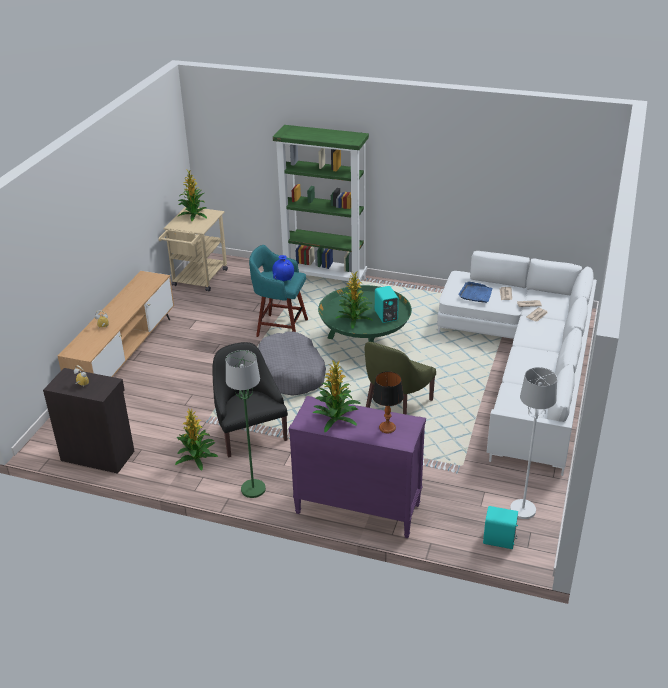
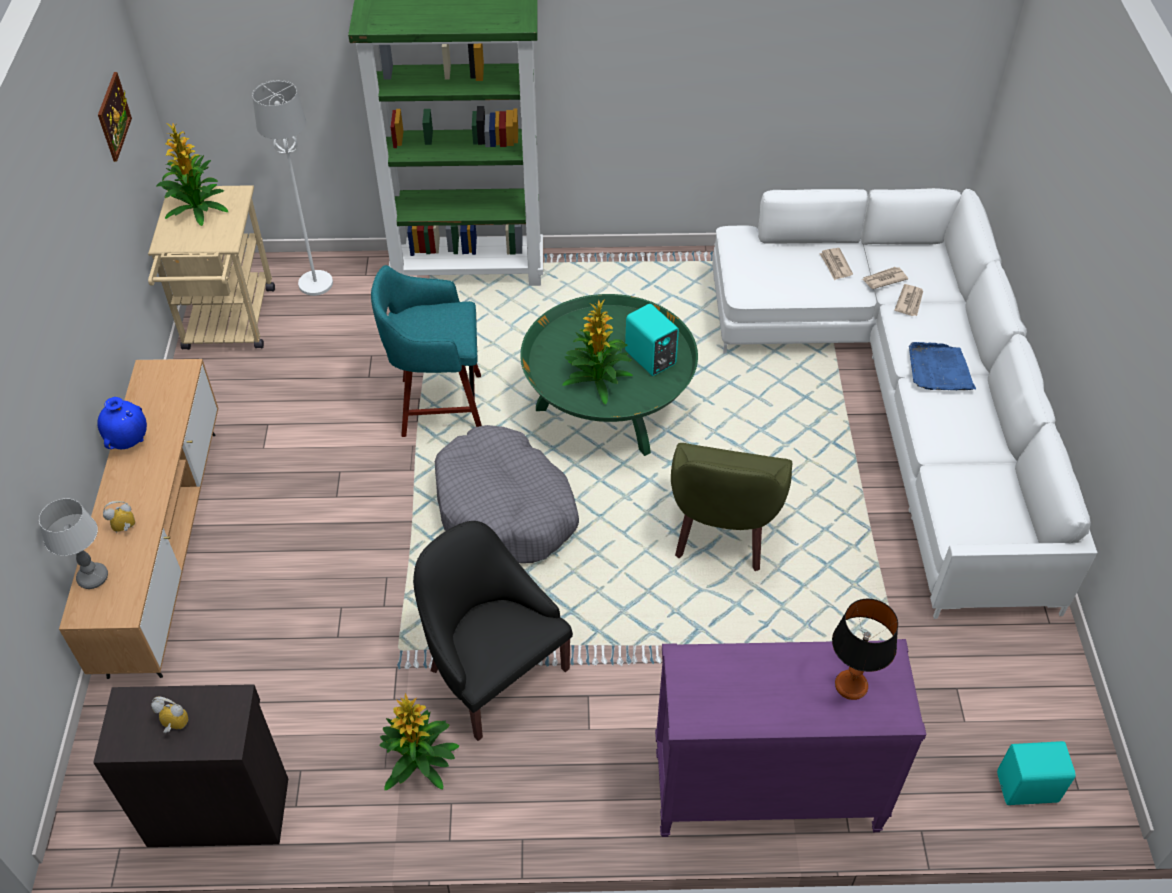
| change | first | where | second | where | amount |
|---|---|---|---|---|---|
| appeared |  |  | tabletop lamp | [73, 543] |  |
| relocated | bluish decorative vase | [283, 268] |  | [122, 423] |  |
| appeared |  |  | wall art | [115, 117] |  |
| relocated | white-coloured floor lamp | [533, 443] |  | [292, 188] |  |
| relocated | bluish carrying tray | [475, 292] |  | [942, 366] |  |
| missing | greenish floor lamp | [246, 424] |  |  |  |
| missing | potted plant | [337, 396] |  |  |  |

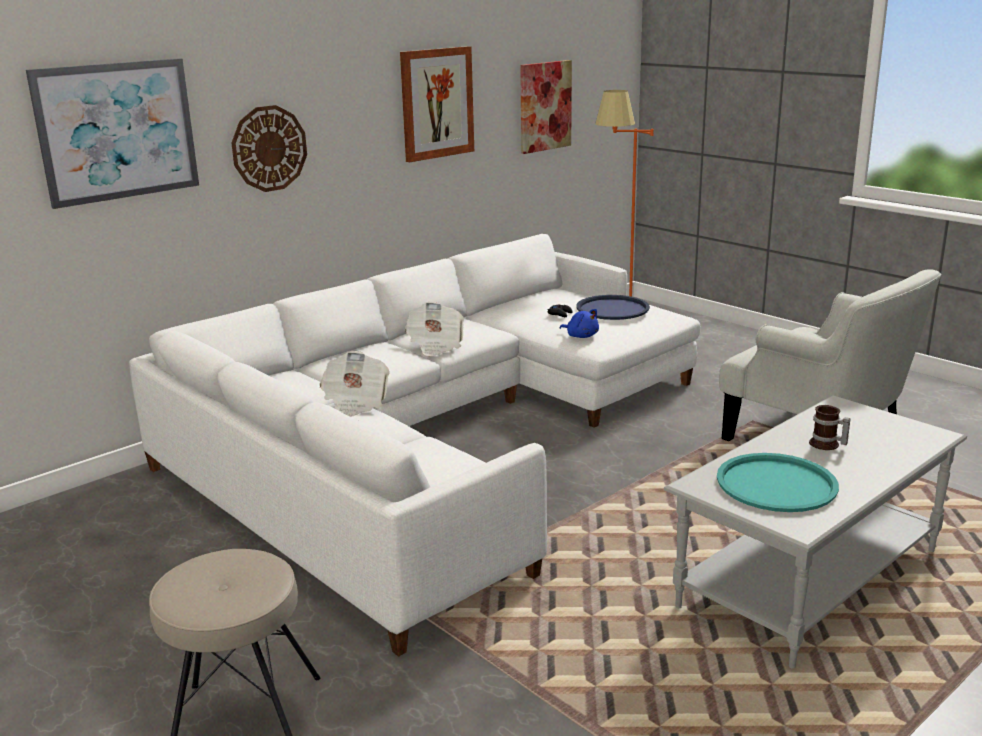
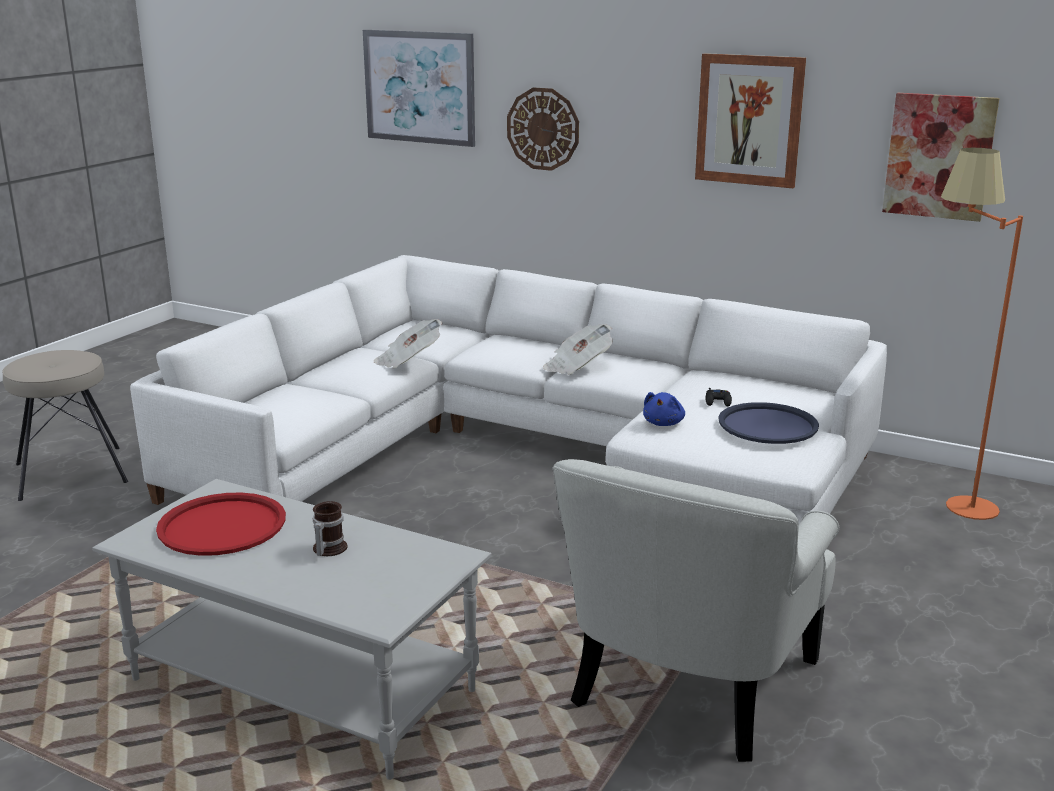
| change | first | where | second | where | amount |
|---|---|---|---|---|---|
| colour | turquoise carrying tray | [778, 482] | red-coloured carrying tray | [221, 524] |  |

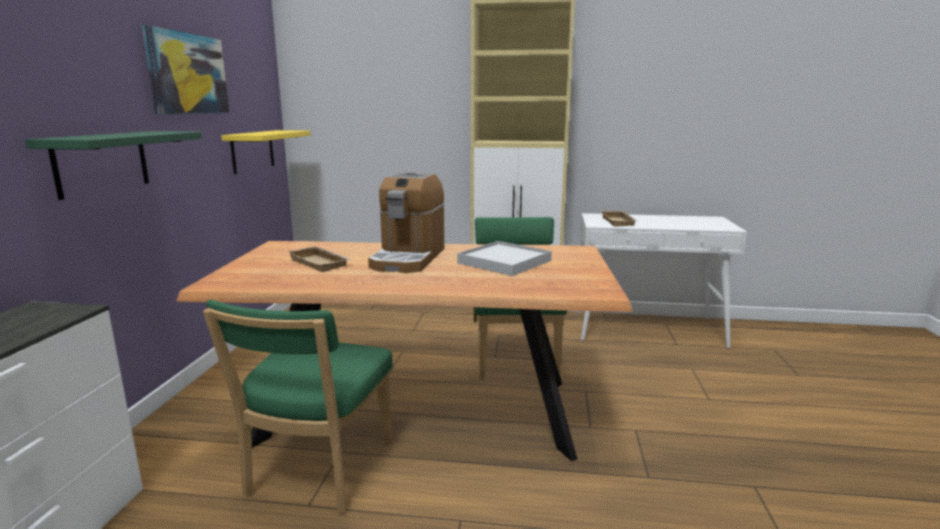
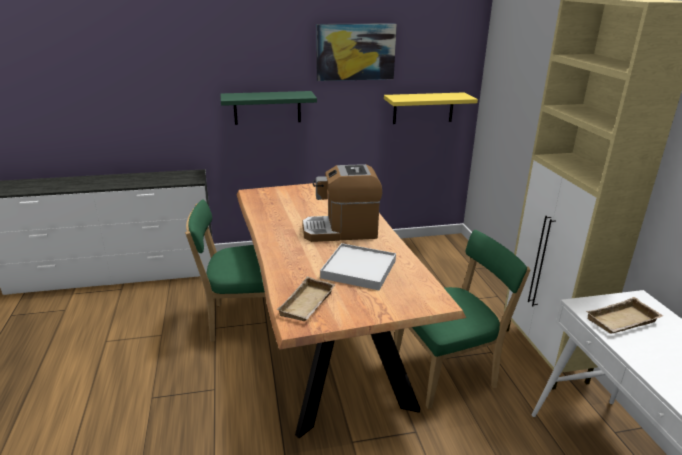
| change | first | where | second | where | amount |
|---|---|---|---|---|---|
| relocated | beige carrying tray | [319, 259] |  | [306, 298] |  |

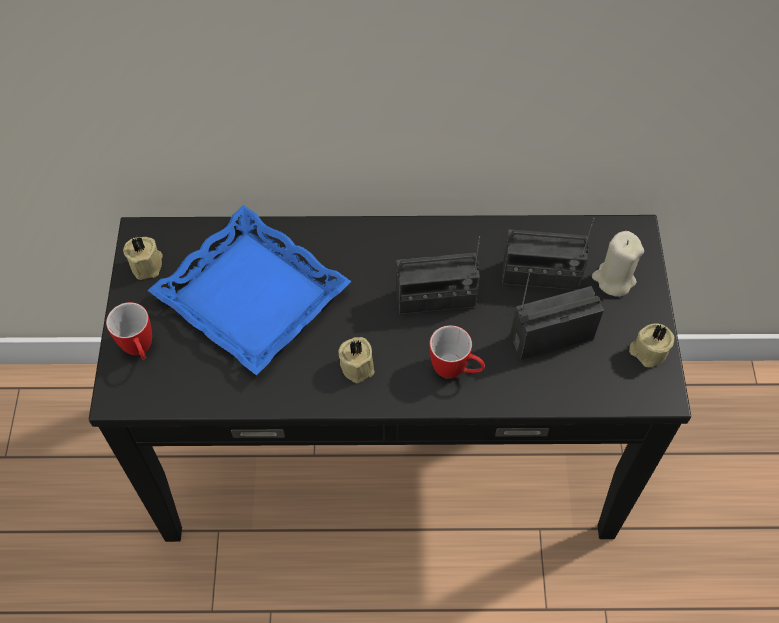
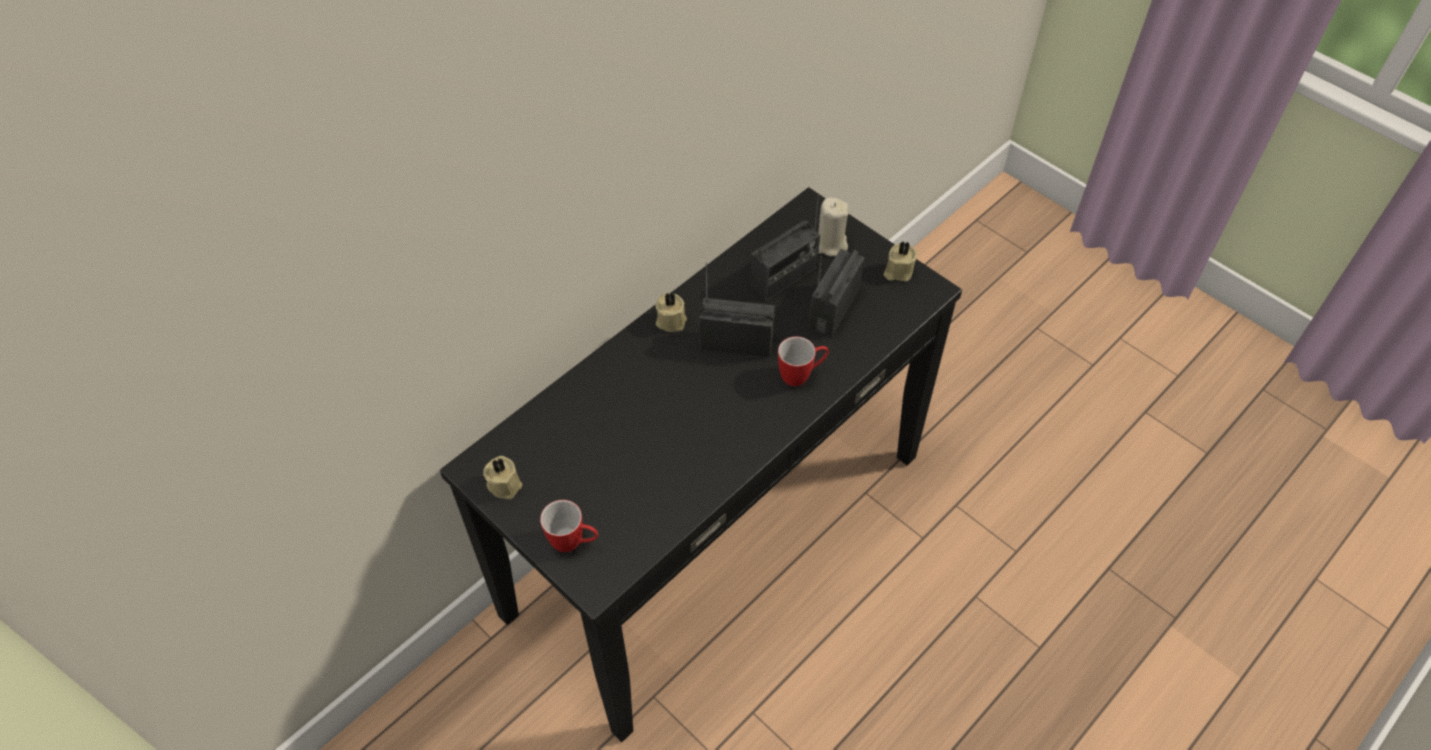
| change | first | where | second | where | amount |
|---|---|---|---|---|---|
| relocated | beige wax light | [356, 360] |  | [671, 312] |  |
| spun | radio receiver | [438, 275] |  | [737, 310] | 120 degrees counterclockwise |
| missing | bluish carrying tray | [249, 290] |  |  |  |

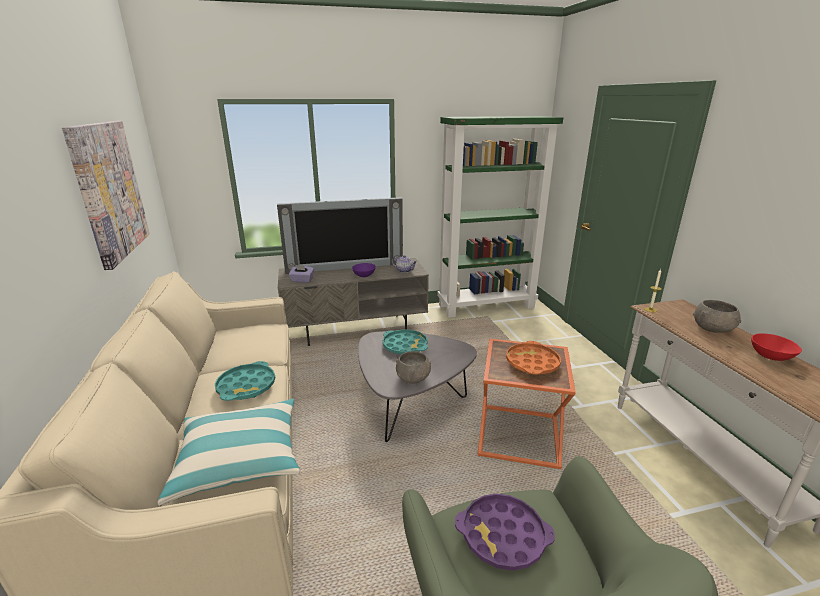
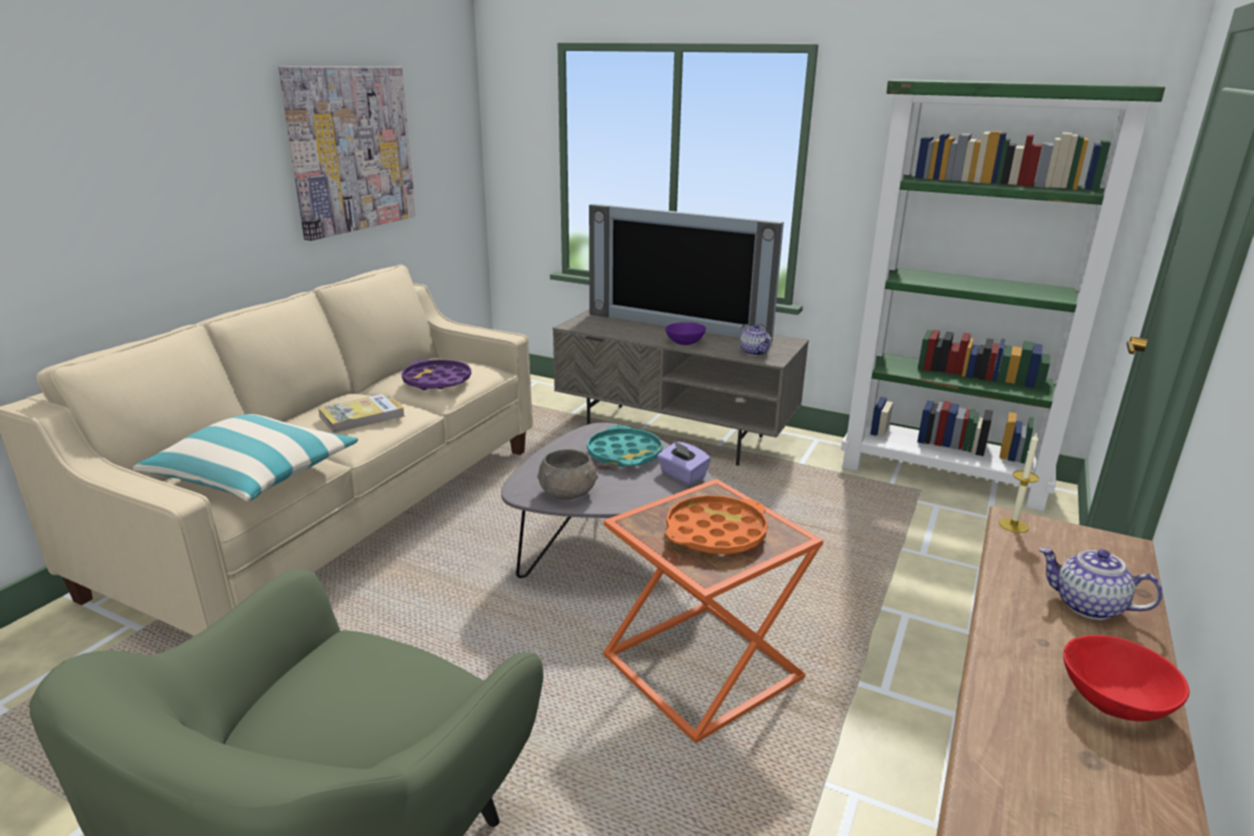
| change | first | where | second | where | amount |
|---|---|---|---|---|---|
| exchanged | turquoise carrying tray | [245, 381] | volume | [361, 413] |  |
| relocated | purplish carrying tray | [505, 532] |  | [436, 374] |  |
| relocated | purplish box of tissues | [301, 274] |  | [684, 463] |  |
| exchanged | grey bowl | [717, 316] | tea pot | [1101, 583] |  |

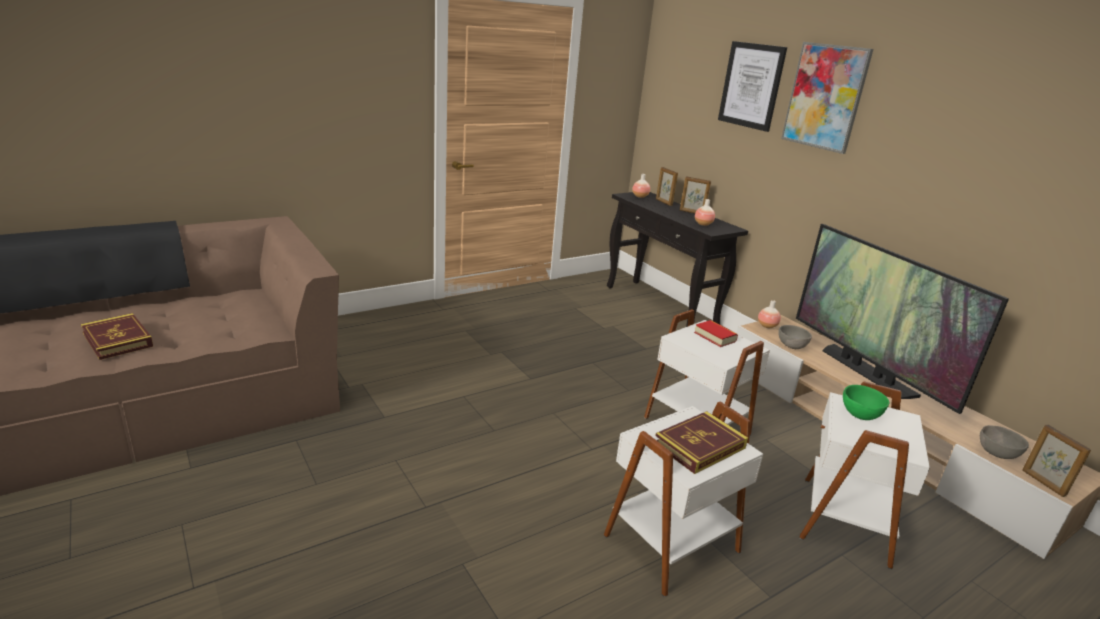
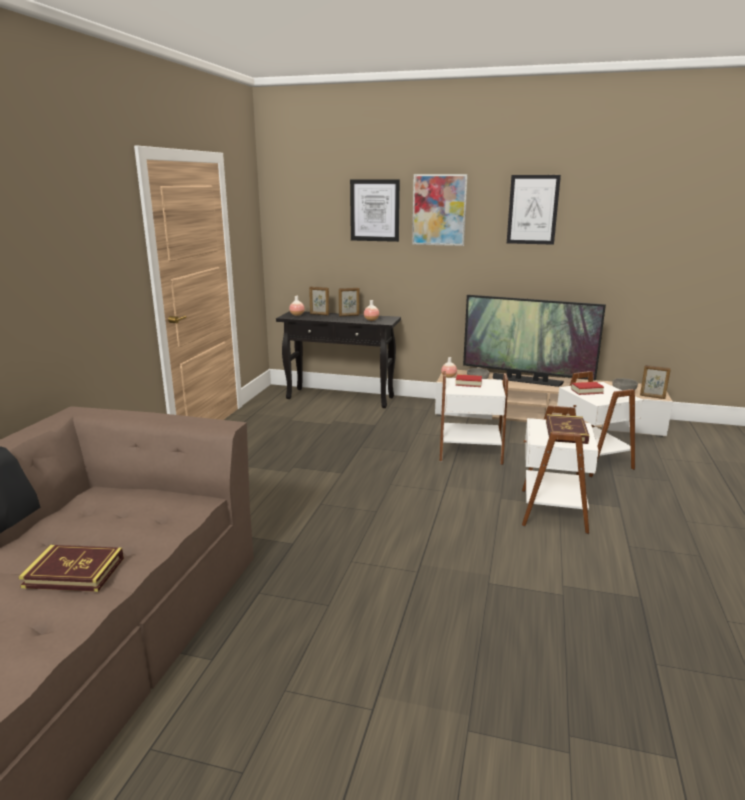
| change | first | where | second | where | amount |
|---|---|---|---|---|---|
| appeared |  |  | wall art | [534, 210] |  |
| exchanged | greenish bowl | [866, 402] | volume | [587, 388] |  |

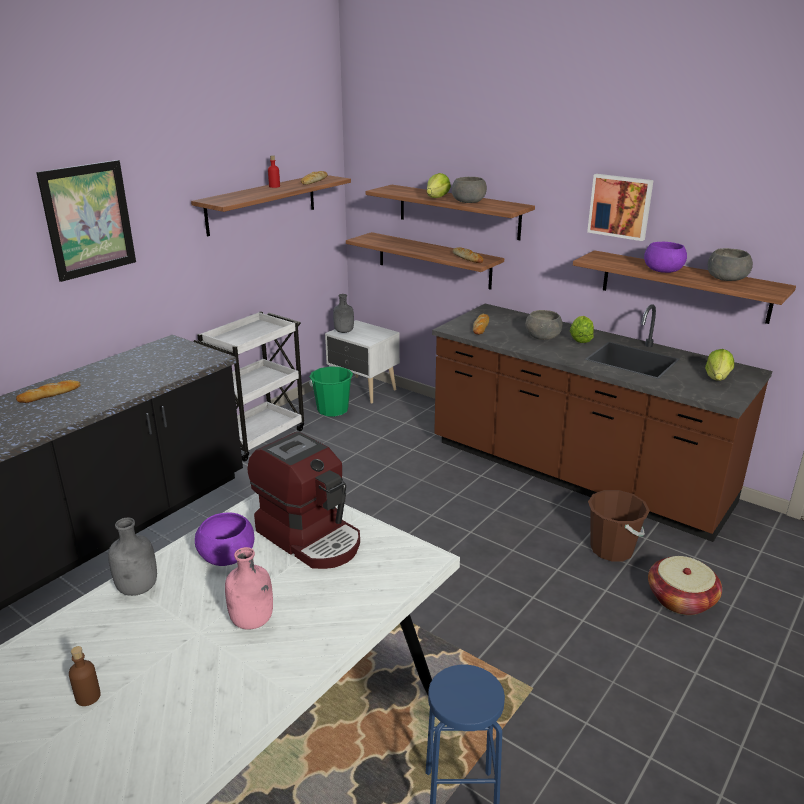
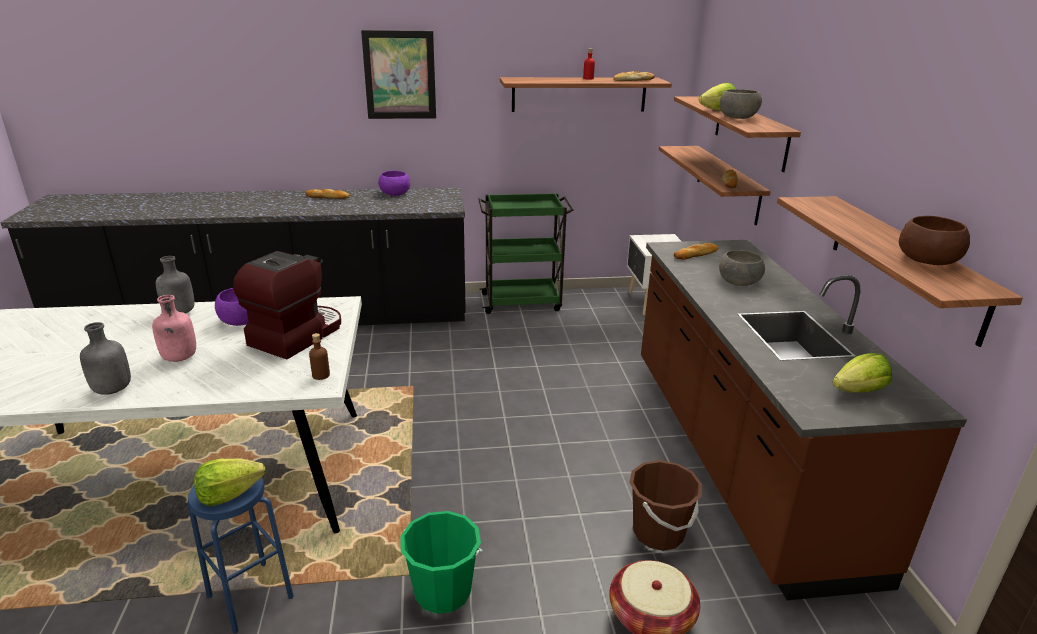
| change | first | where | second | where | amount |
|---|---|---|---|---|---|
| relocated | grey beverage bottle | [343, 313] |  | [105, 358] |  |
| relocated | head of lettuce | [582, 329] |  | [229, 482] |  |
| spun | coffee maker | [304, 500] |  | [287, 305] | 150 degrees counterclockwise |
| relocated | brownish beverage bottle | [85, 676] |  | [319, 356] |  |
| relocated | purplish bowl | [665, 257] |  | [394, 183] |  |
| relocated | greenish pail | [331, 391] |  | [441, 562] |  |
| colour | white-coloured trolley | [249, 386] | greenish trolley | [526, 253] |  |
| colour | grey bowl | [730, 264] | brownish bowl | [934, 240] |  |
| missing | wall art | [620, 207] |  |  |  |

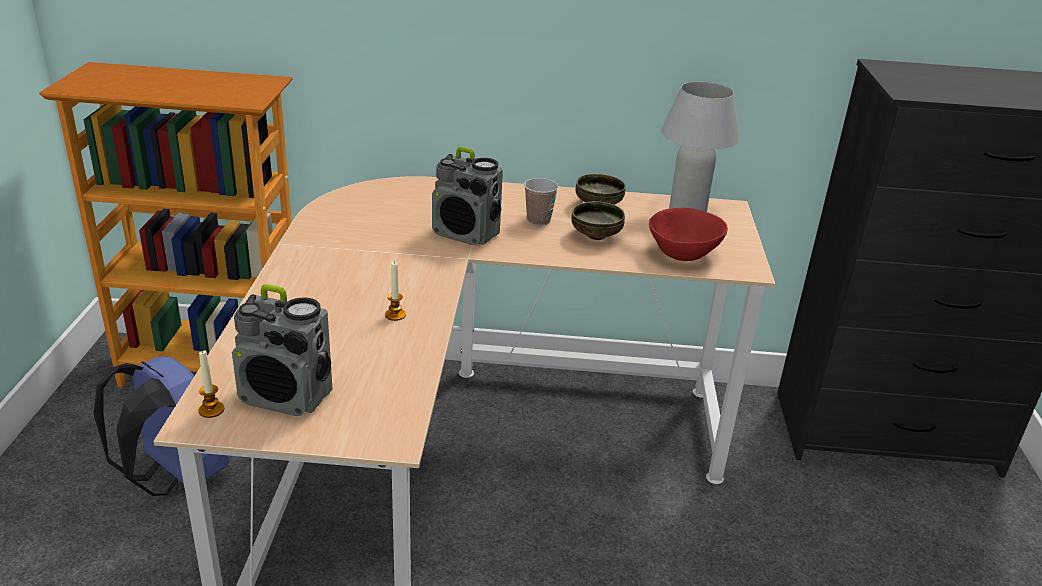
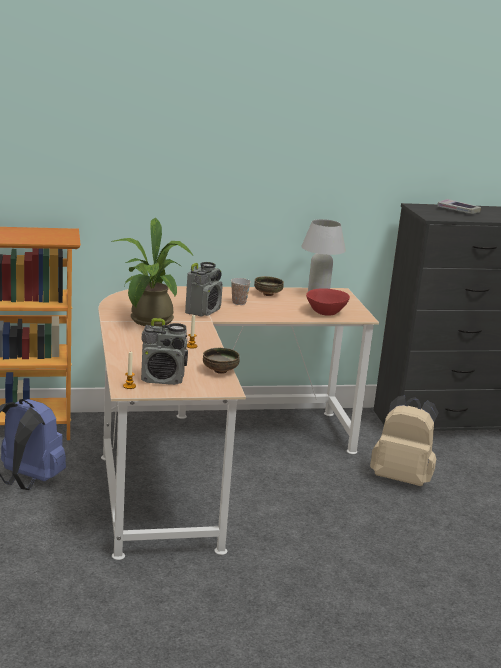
| change | first | where | second | where | amount |
|---|---|---|---|---|---|
| appeared |  |  | potted plant | [152, 272] |  |
| spun | radio receiver | [467, 195] |  | [204, 289] | 75 degrees counterclockwise |
| relocated | bowl | [598, 220] |  | [221, 361] |  |
| appeared |  |  | beige rucksack | [404, 440] |  |
| appeared |  |  | volume | [459, 206] |  |

